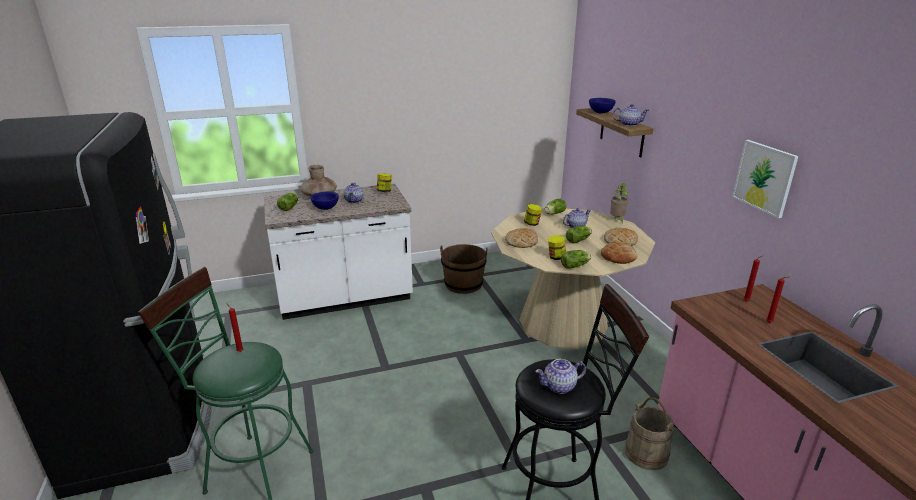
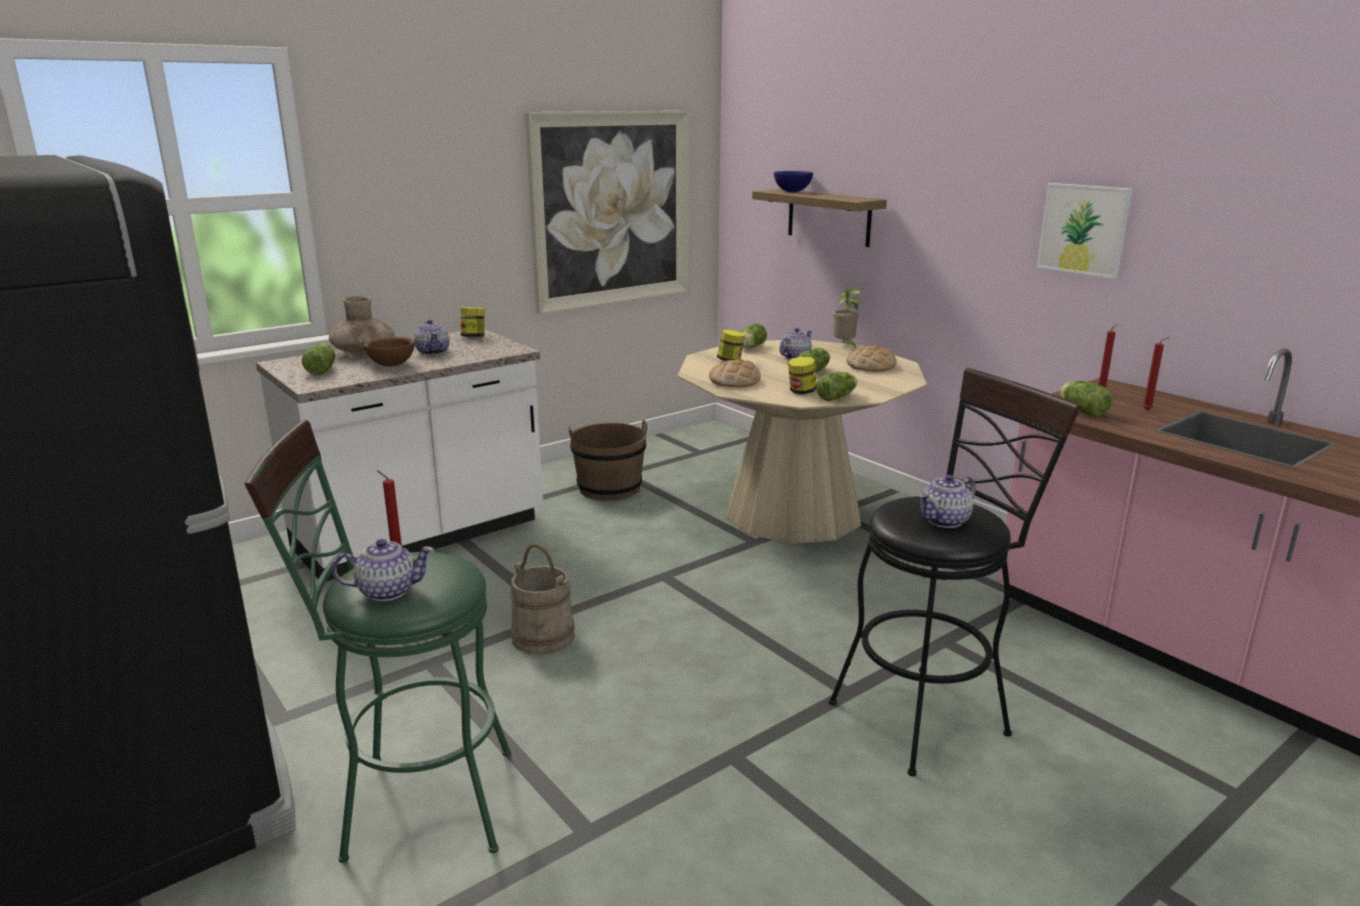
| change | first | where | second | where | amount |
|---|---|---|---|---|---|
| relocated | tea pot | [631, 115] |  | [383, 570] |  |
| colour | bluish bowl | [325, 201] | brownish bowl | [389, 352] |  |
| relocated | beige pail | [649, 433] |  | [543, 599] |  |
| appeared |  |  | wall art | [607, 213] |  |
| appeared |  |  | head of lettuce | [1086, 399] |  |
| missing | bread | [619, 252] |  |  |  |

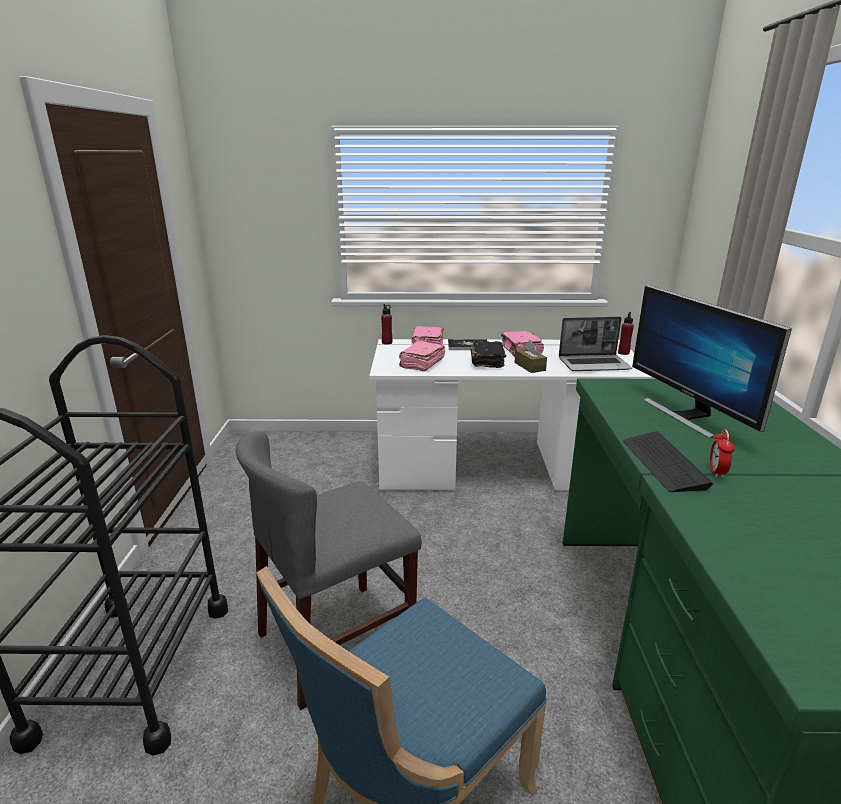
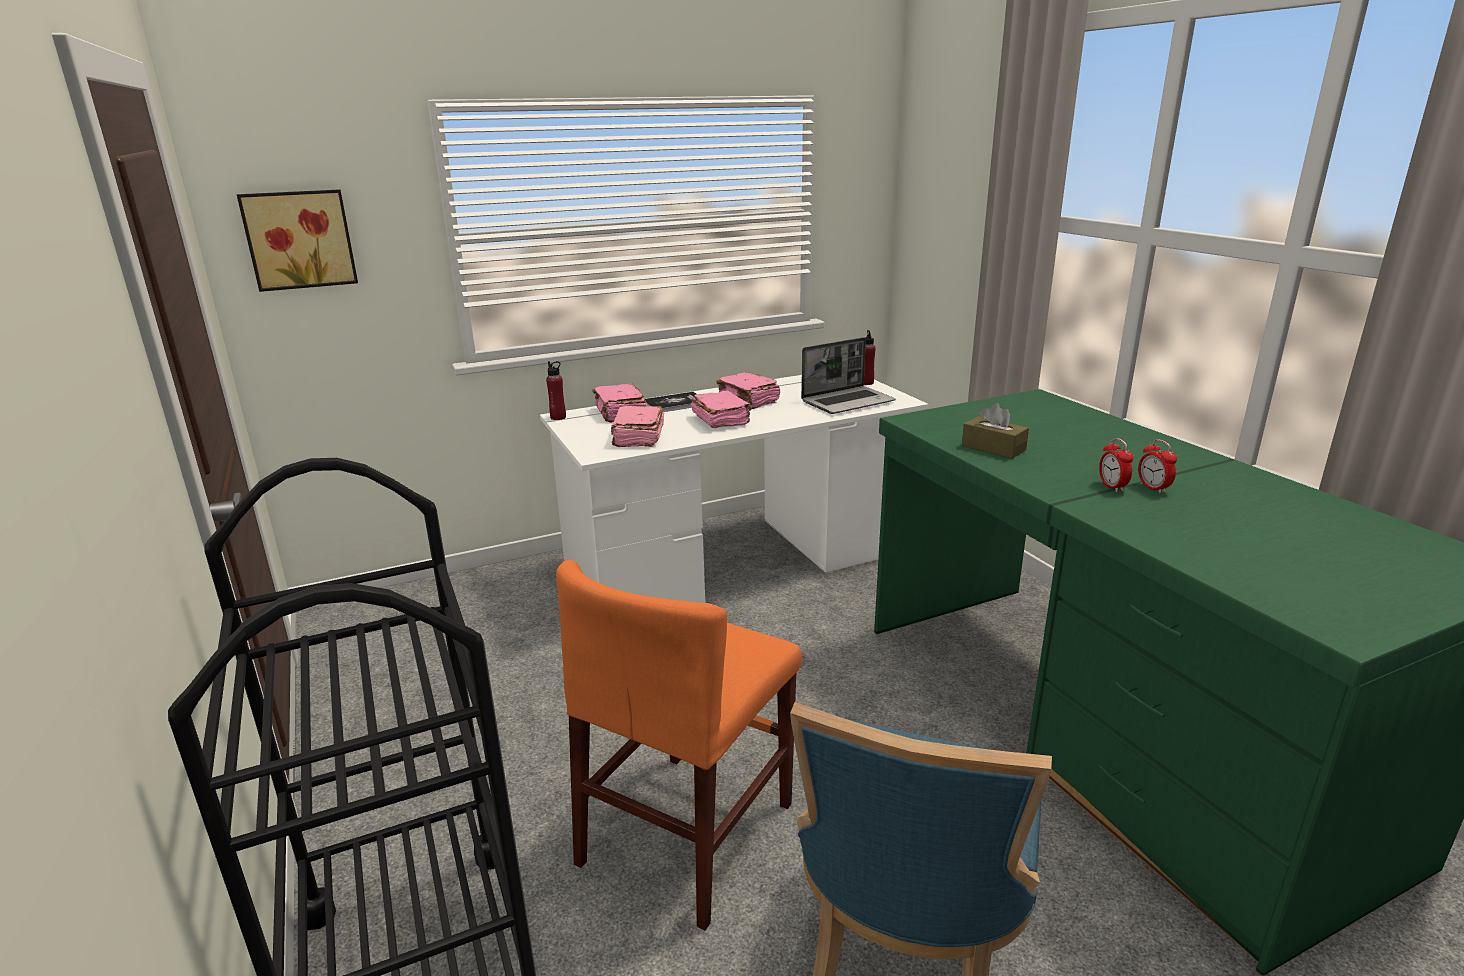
| change | first | where | second | where | amount |
|---|---|---|---|---|---|
| appeared |  |  | wall art | [297, 240] |  |
| colour | grey upright chair | [329, 570] | orange-coloured upright chair | [679, 745] |  |
| colour | blackish volume | [488, 354] | pink volume | [721, 409] |  |
| relocated | brownish box of tissues | [531, 356] |  | [995, 431] |  |
| appeared |  |  | bedside clock | [1157, 466] |  |
| missing | computer keyboard | [668, 461] |  |  |  |
| missing | monitor | [712, 361] |  |  |  |

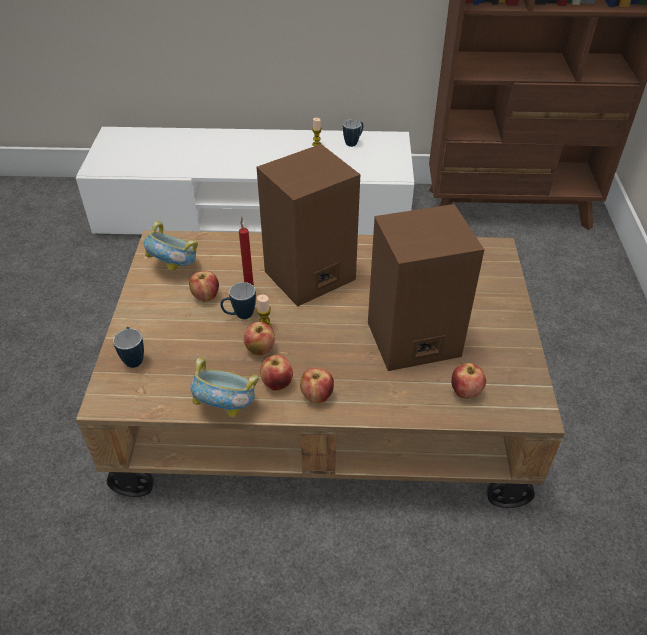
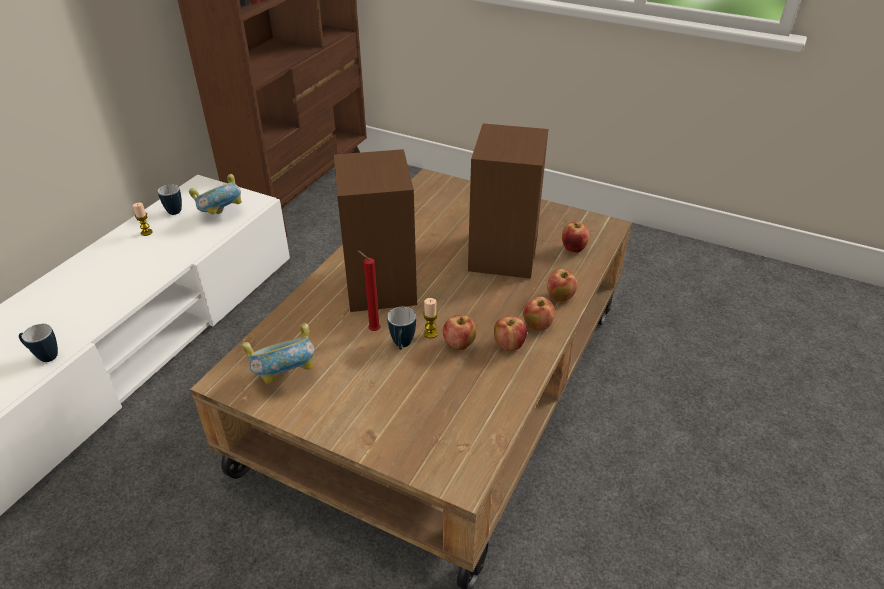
| change | first | where | second | where | amount |
|---|---|---|---|---|---|
| relocated | tea mug | [128, 347] |  | [38, 343] |  |
| relocated | bowl | [224, 387] |  | [215, 194] |  |
| relocated | whole apple | [204, 286] |  | [562, 285] |  |

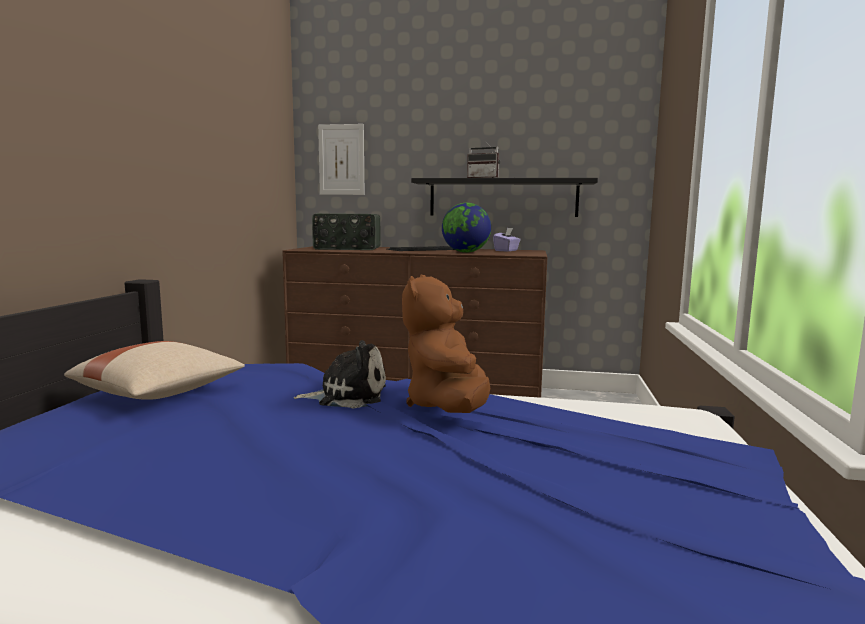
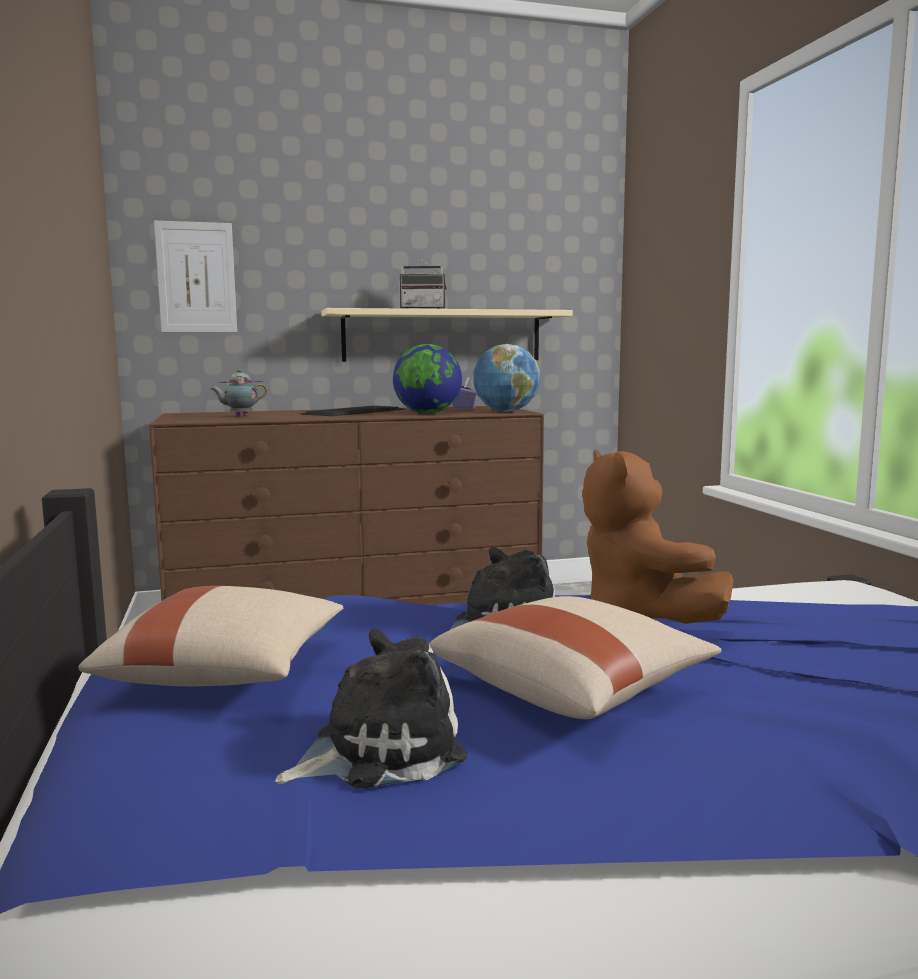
| change | first | where | second | where | amount |
|---|---|---|---|---|---|
| exchanged | radio receiver | [346, 231] | tea pot | [239, 392] |  |
| appeared |  |  | plush toy | [371, 708] |  |
| colour | blackish wall shelf | [504, 197] | beige wall shelf | [447, 335] |  |
| appeared |  |  | beige throw pillow | [575, 657] |  |
| appeared |  |  | desk globe | [506, 378] |  |

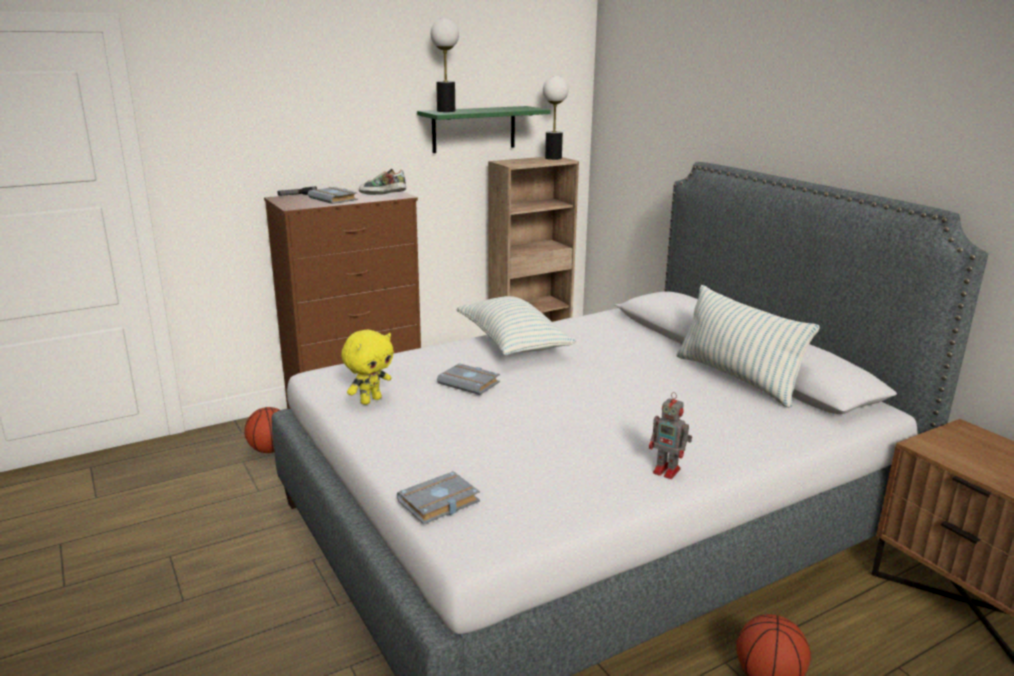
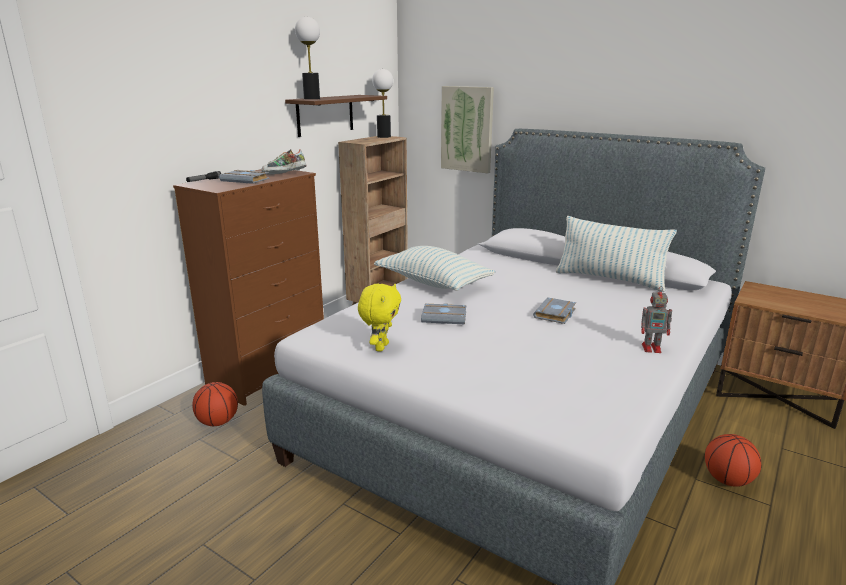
| change | first | where | second | where | amount |
|---|---|---|---|---|---|
| colour | greenish wall shelf | [484, 129] | brownish wall shelf | [336, 116] |  |
| appeared |  |  | wall art | [467, 129] |  |
| relocated | grey volume | [438, 497] |  | [554, 310] |  |

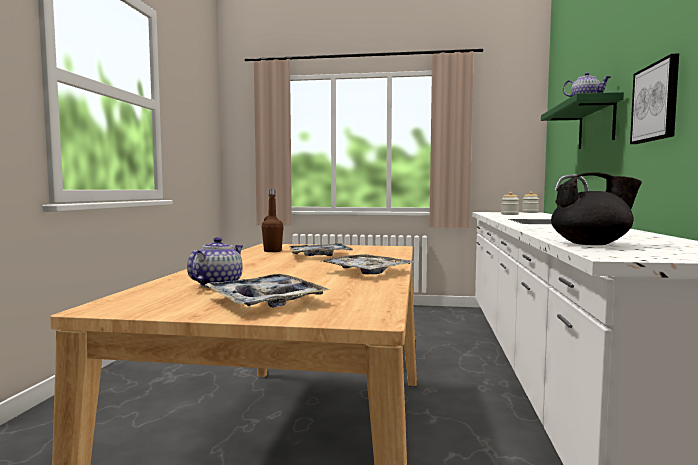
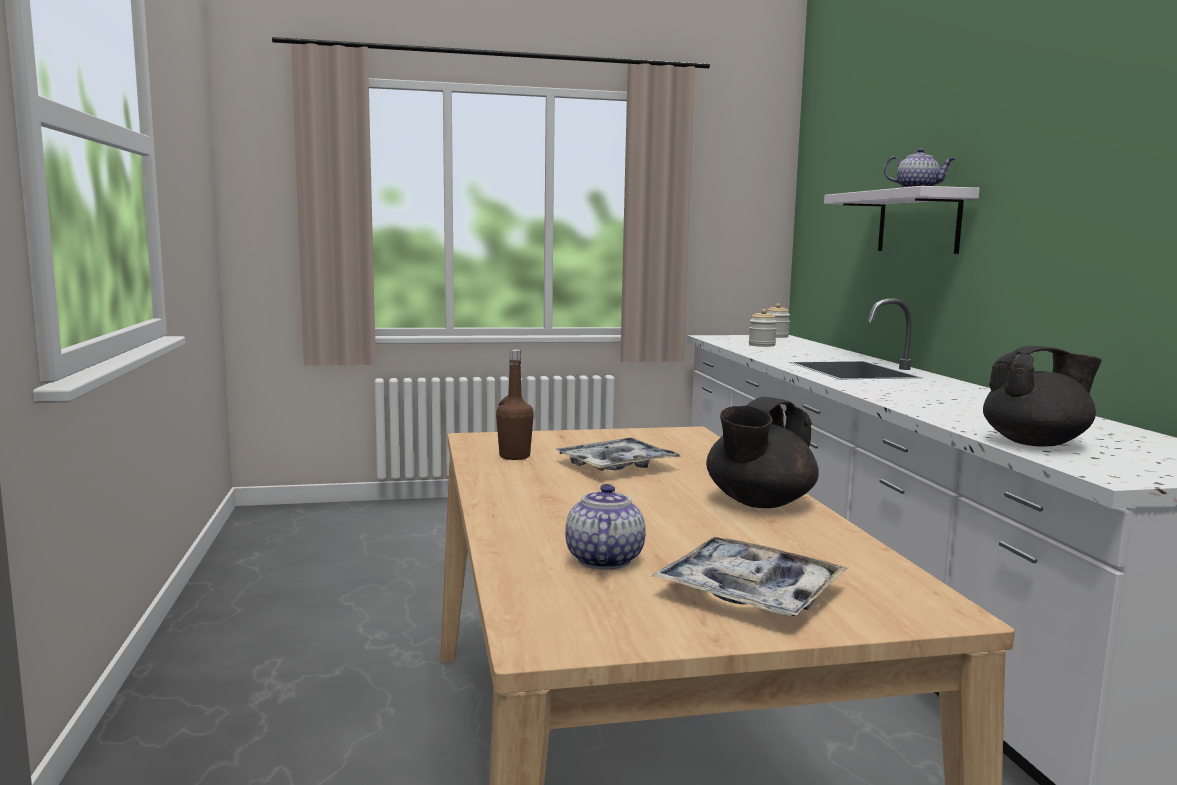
| change | first | where | second | where | amount |
|---|---|---|---|---|---|
| exchanged | carrying tray | [367, 264] | blackish tea pot | [762, 452] |  |
| colour | greenish wall shelf | [582, 120] | white-coloured wall shelf | [902, 220] |  |
| missing | wall art | [654, 98] |  |  |  |

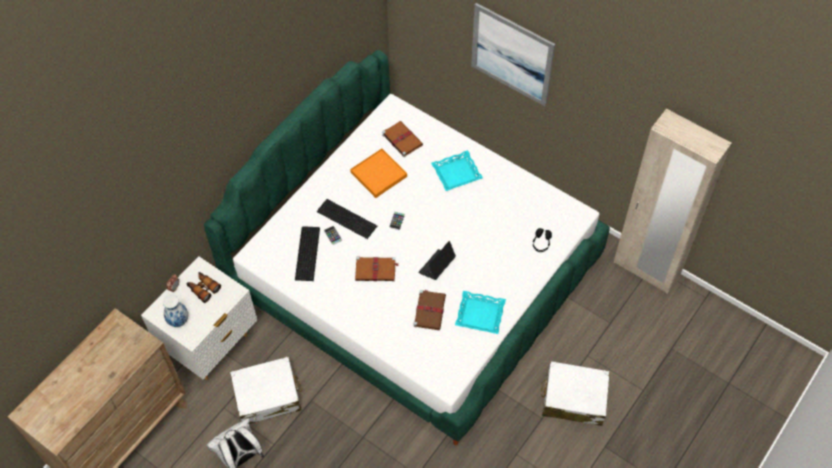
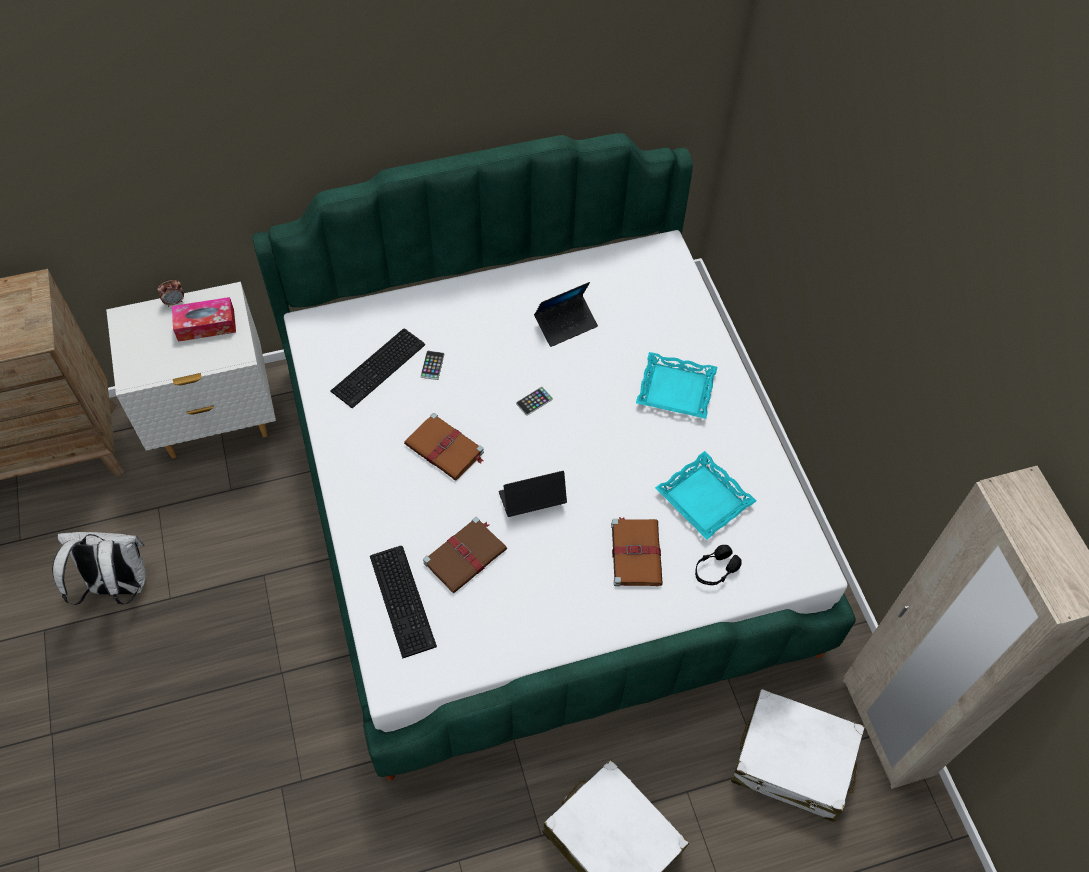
| change | first | where | second | where | amount |
|---|---|---|---|---|---|
| exchanged | field glasses | [203, 287] | box of tissues | [204, 319] |  |
| relocated | computer keyboard | [347, 219] |  | [403, 602] |  |
| exchanged | orange-coloured carrying tray | [378, 173] | portable computer | [566, 314] |  |
| relocated | brownish volume | [402, 139] |  | [637, 551] |  |
| relocated | turquoise carrying tray | [480, 312] |  | [705, 495] |  |
| relocated | white-coloured piece of luggage | [266, 390] |  | [798, 755] |  |
| missing | decorative vase | [175, 310] |  |  |  |
| missing | wall art | [513, 54] |  |  |  |

